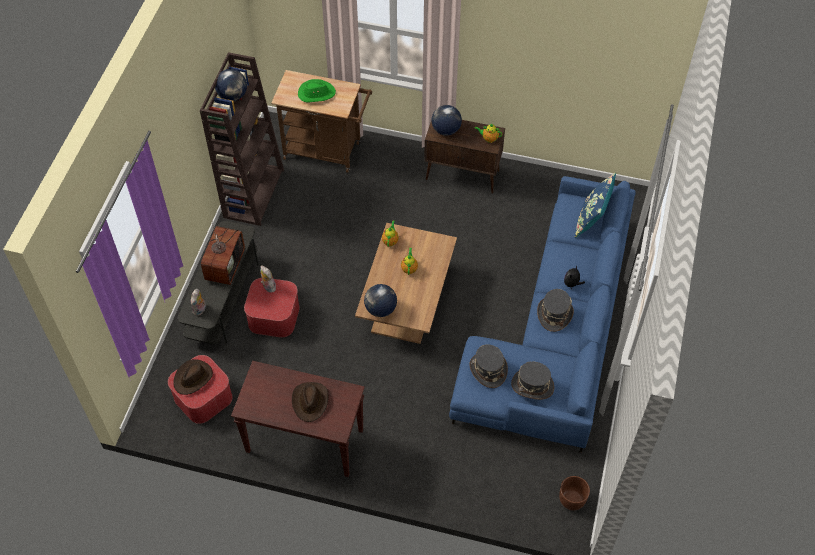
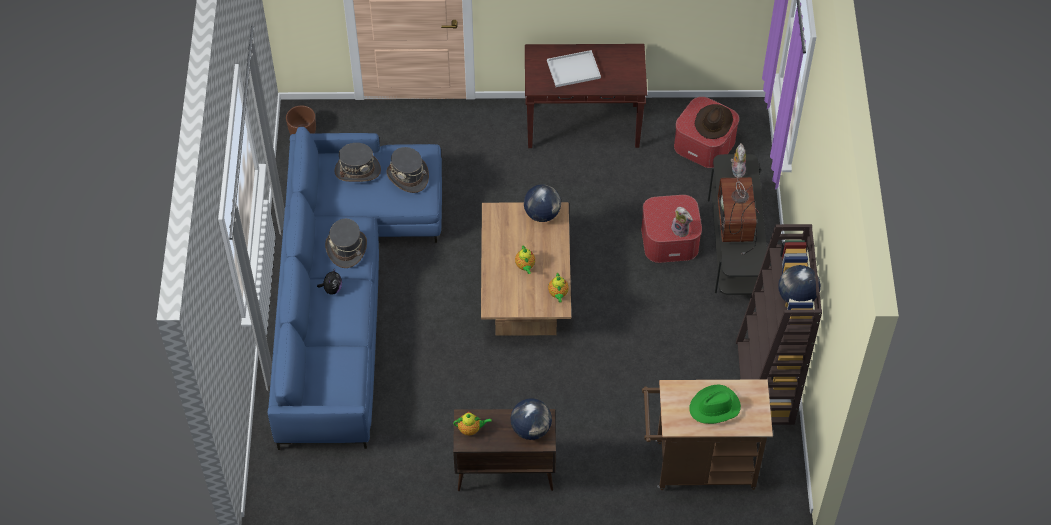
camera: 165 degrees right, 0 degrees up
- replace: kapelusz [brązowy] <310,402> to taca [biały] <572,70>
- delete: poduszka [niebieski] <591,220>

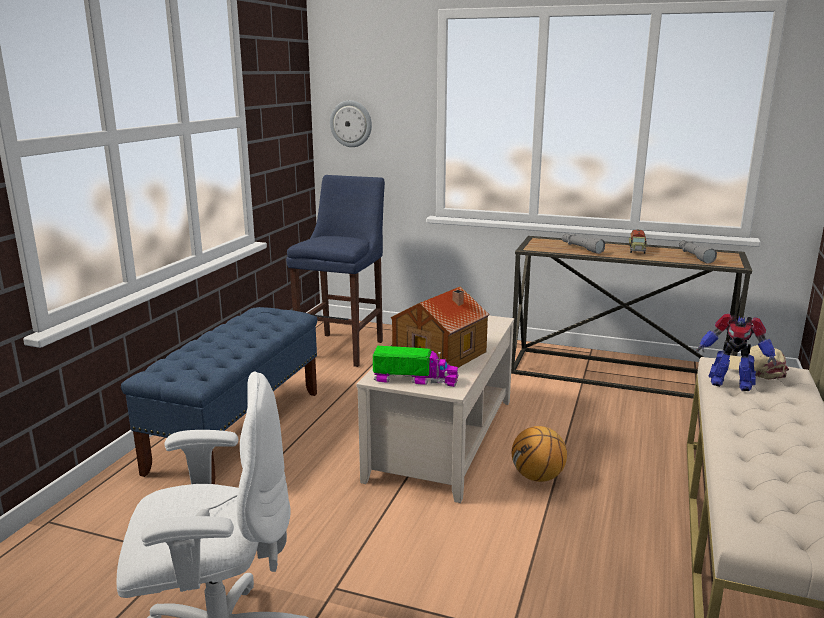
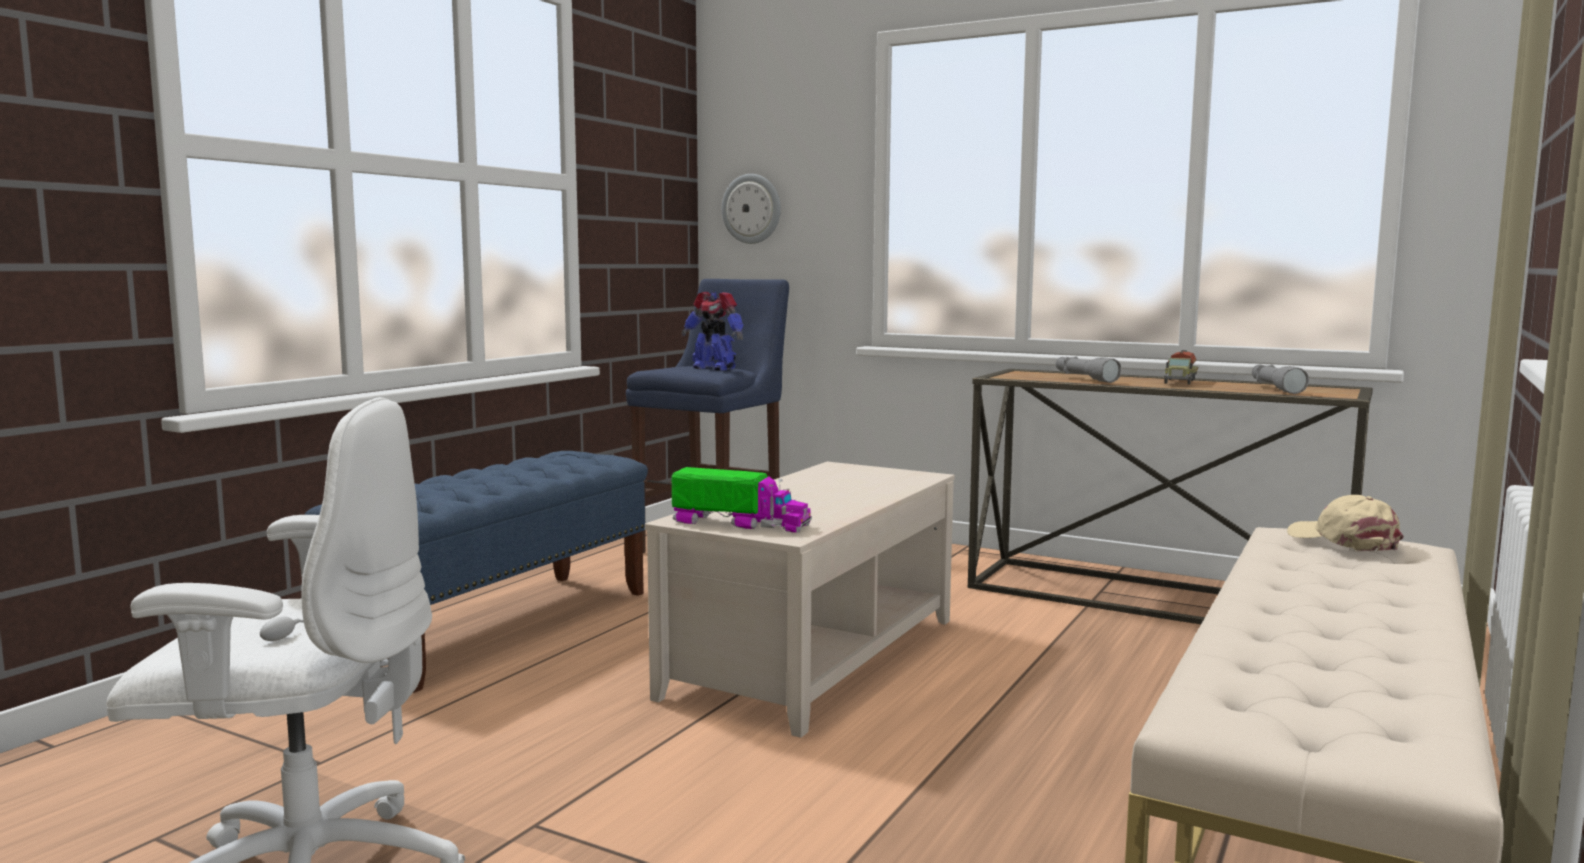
camera: 10 degrees right, 10 degrees down
- move: robot zabawkowy <730,383> to <714,368>
- delete: domek <441,354>
- delete: piłka do koszykówki <537,477>

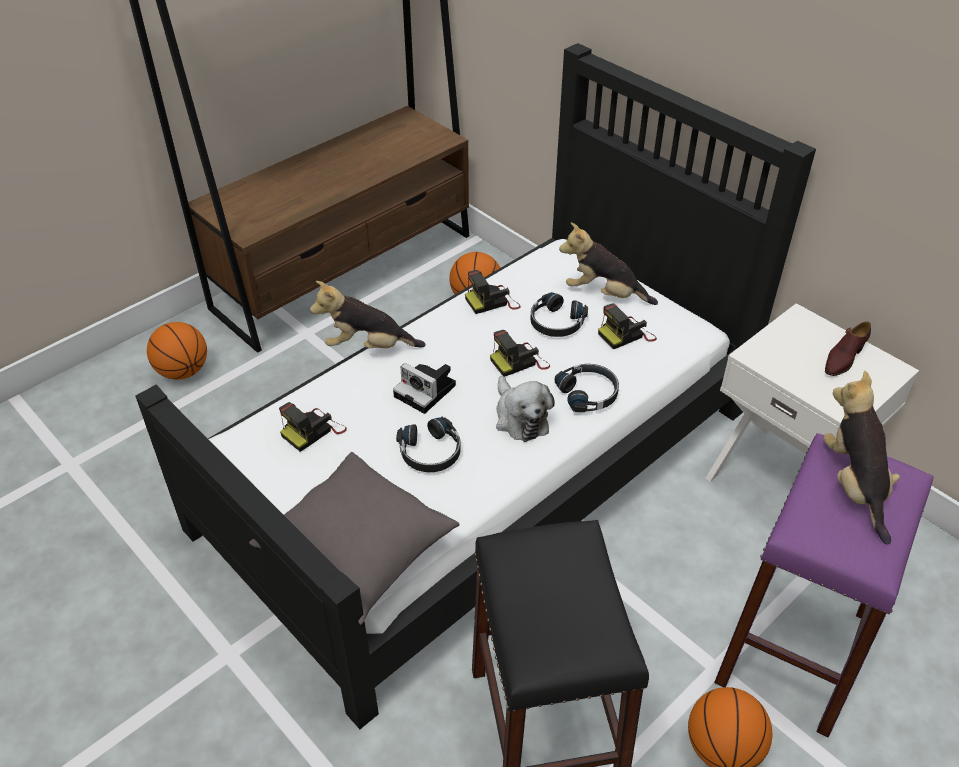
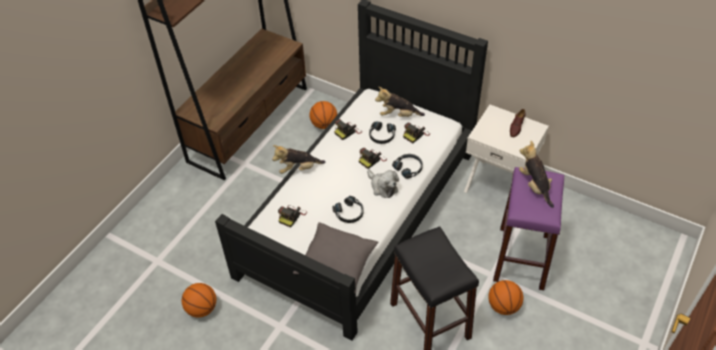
camera: 15 degrees left, 5 degrees up
- move: piłka do koszykówki <183,371> to <202,308>
- delete: aparat fotograficzny <427,391>

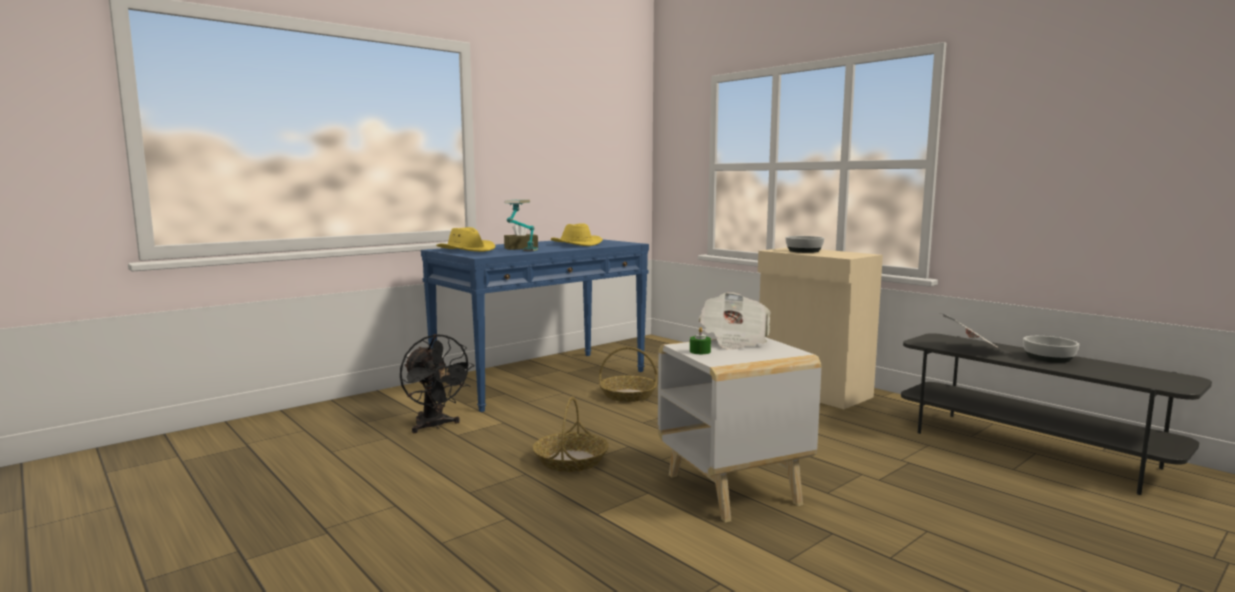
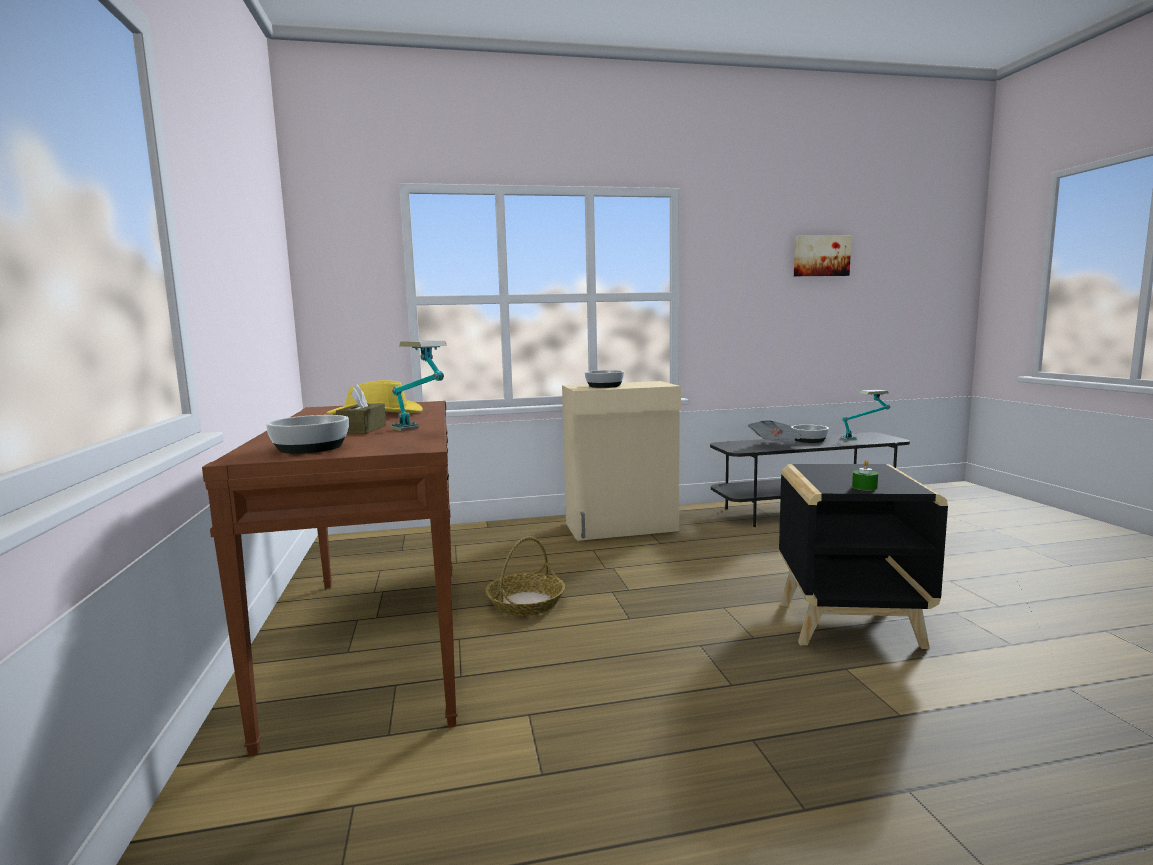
camera: 60 degrees left, 0 degrees up
- recolor: stolik konsolowy [niebieski] <542,379> to stolik konsolowy [brązowy] <376,640>
- replace: kapelusz [żółty] <467,250> to miska <310,447>
- recolor: stolik [biały] <734,490> to stolik [czarny] <851,624>
- insert: obraz <820,256>
- insert: lampa stołowa <864,438>
- delete: wentylator [czarny] <434,426>
- delete: koszyk <570,460>
- delete: gazeta <734,341>

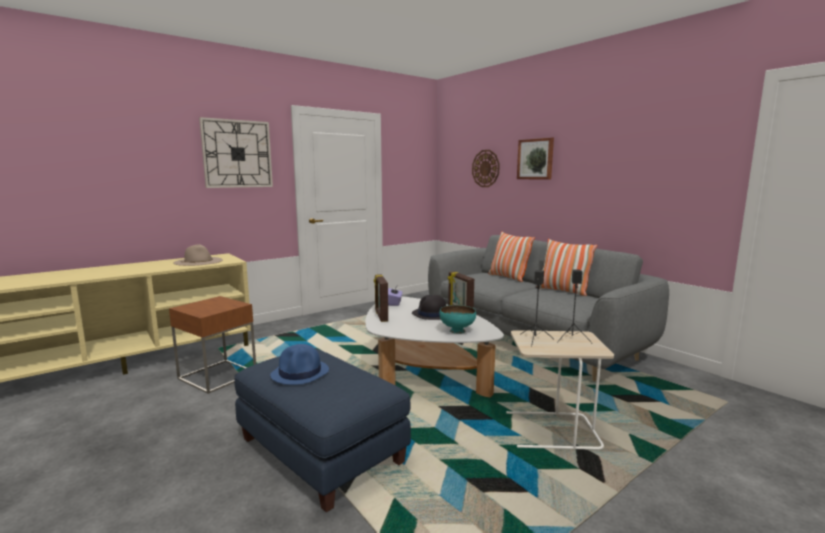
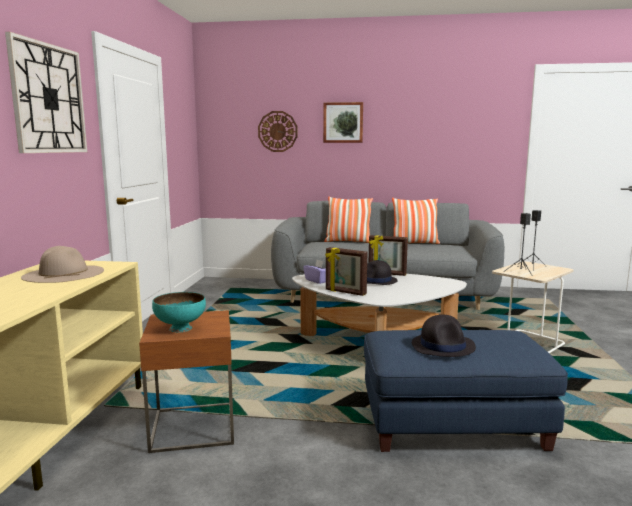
camera: 45 degrees left, 0 degrees up
- move: miska [turkusowy] <457,331> to <180,328>
- recolor: kapelusz [niebieski] <300,373> to kapelusz [czarny] <443,346>

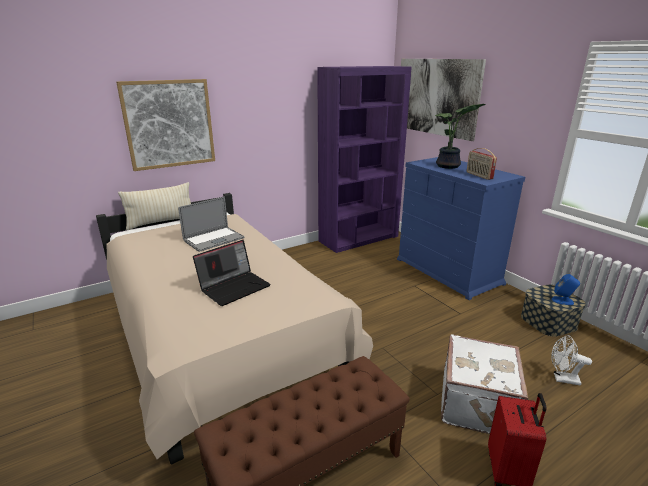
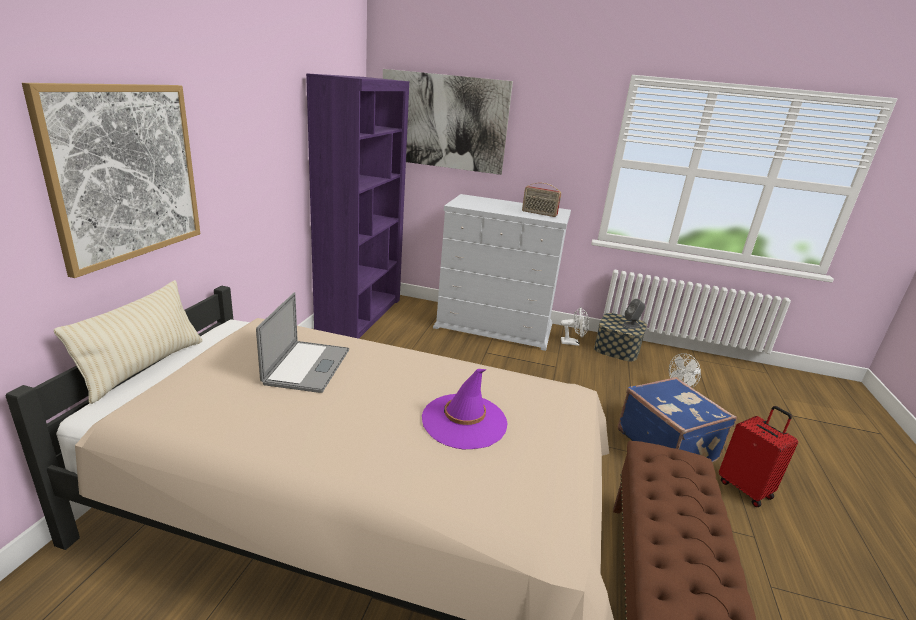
camera: 45 degrees left, 0 degrees up
- replace: laptop <234,287> to kapelusz [fioletowy] <464,421>
- recolor: komoda [niebieski] <448,271> to komoda [biały] <494,326>
- insert: wentylator [biały] <572,343>
- recolor: walizka [biały] <478,404> to walizka [niebieski] <667,444>
- recolor: głośnik [niebieski] <563,301> to głośnik [szary] <631,325>
- delete: roślina doniczkowa <449,166>

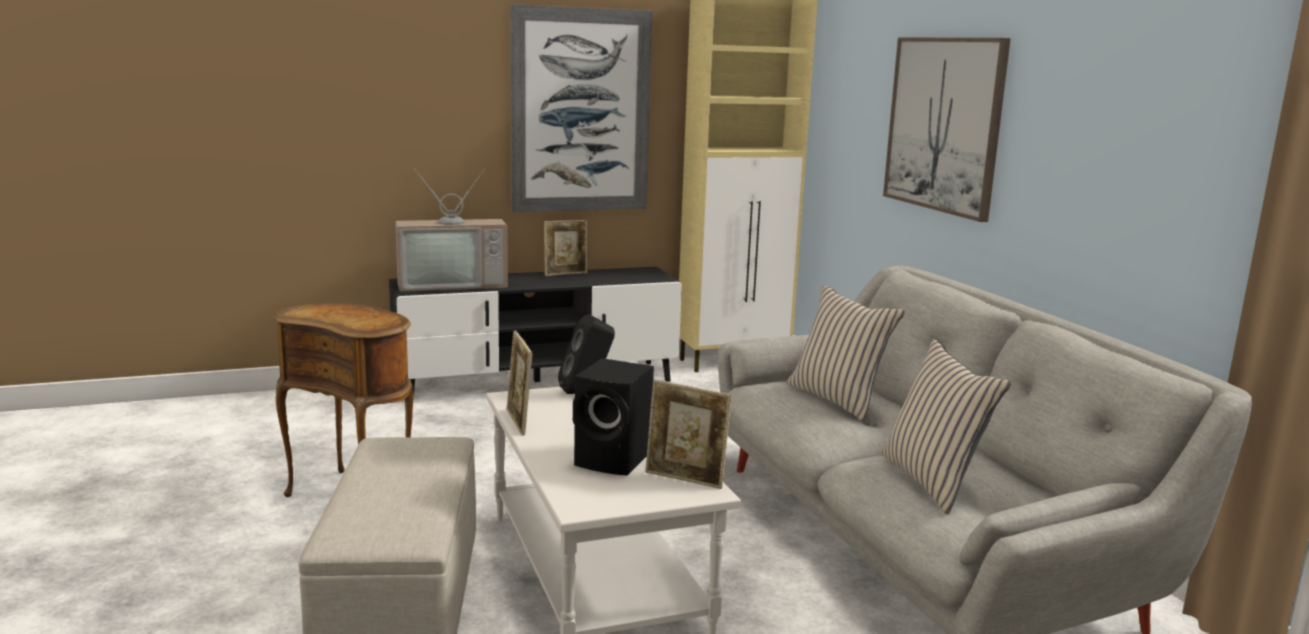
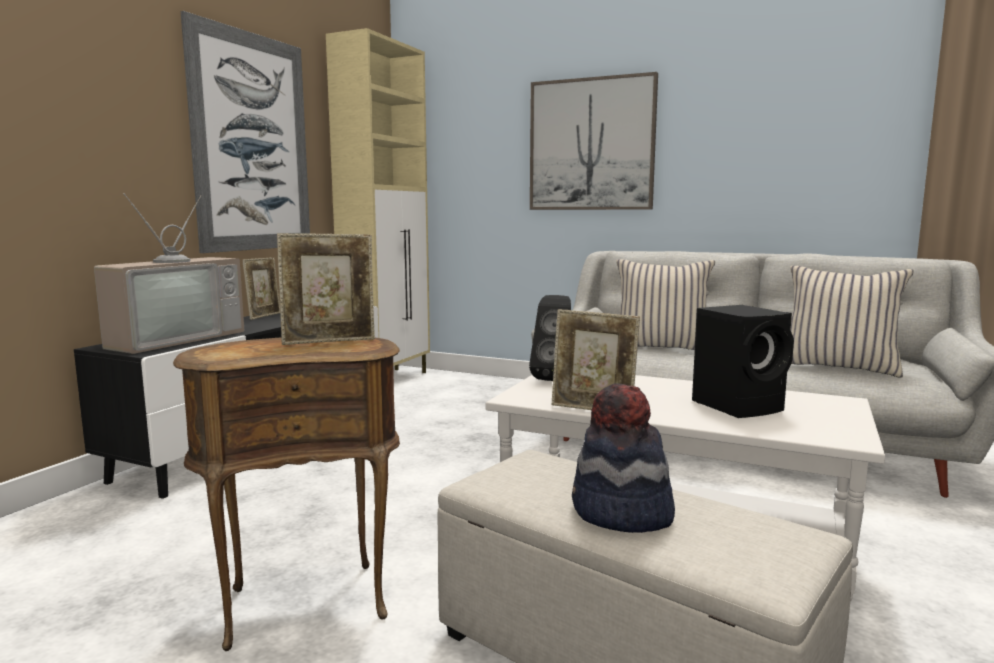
camera: 45 degrees left, 5 degrees down
- move: ramka na zdjęcie <685,479> to <329,341>
- insert: kapelusz <621,513>

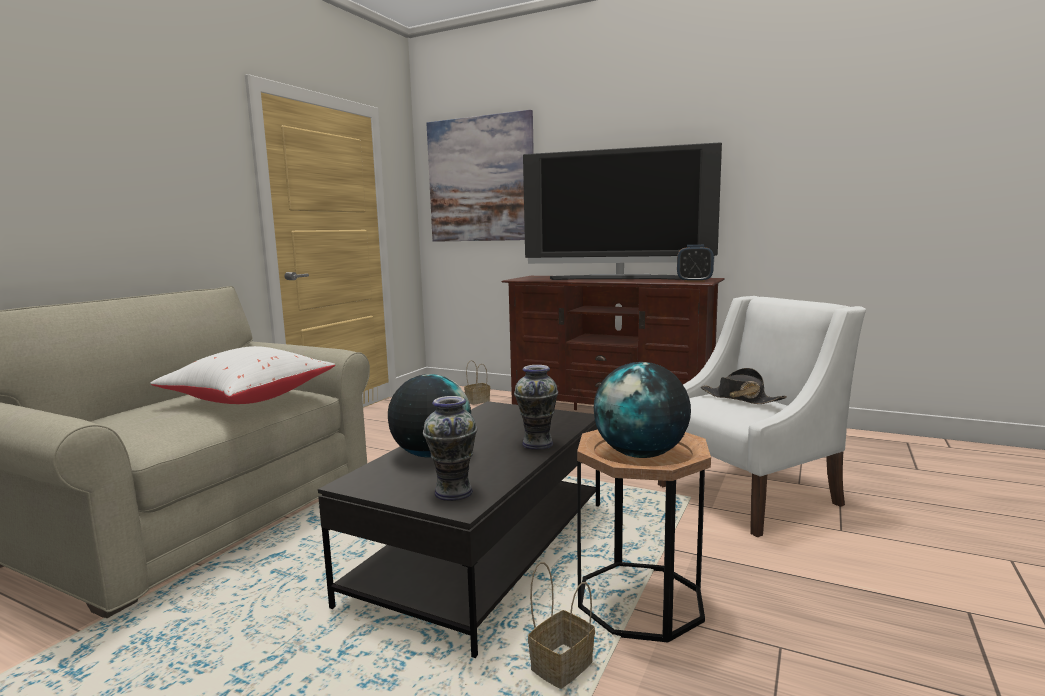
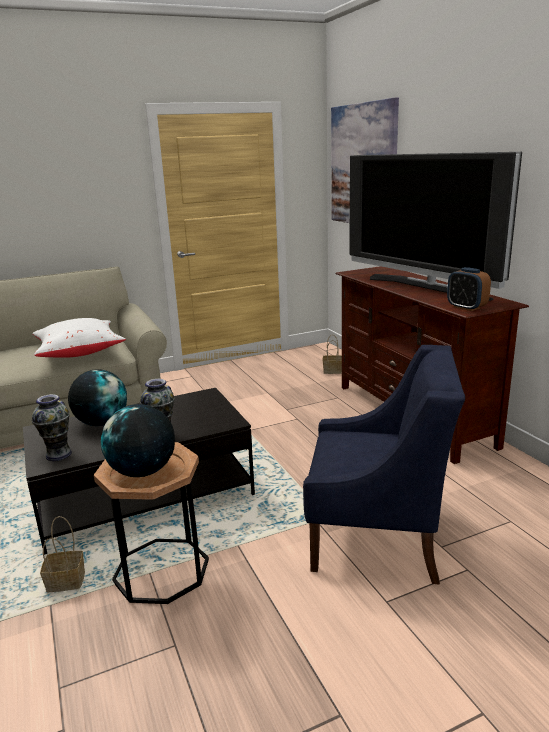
camera: 40 degrees right, 10 degrees up
- recolor: fotel [biały] <749,494> to fotel [niebieski] <377,535>
- delete: kapelusz [czarny] <740,398>

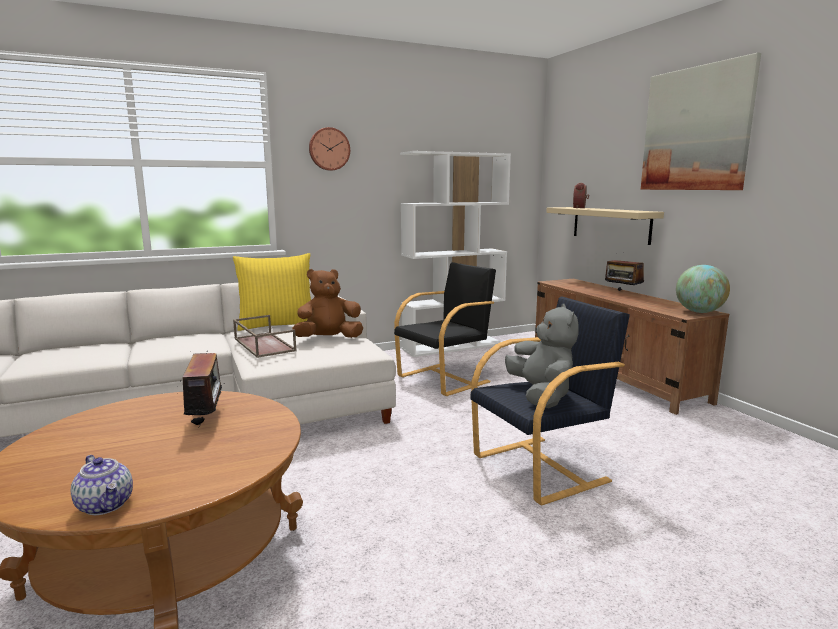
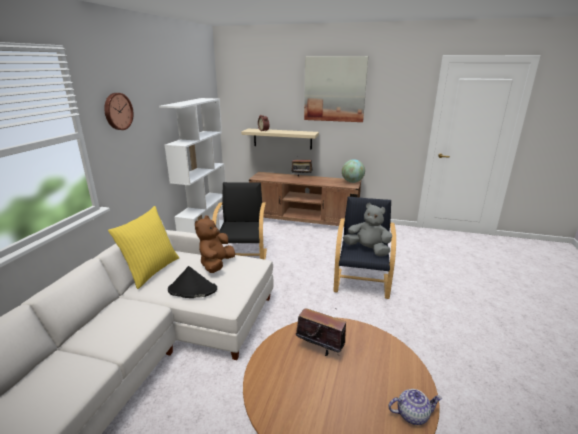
camera: 50 degrees left, 10 degrees up
- replace: taca [brązowy] <263,344> to kapelusz [czarny] <192,289>

